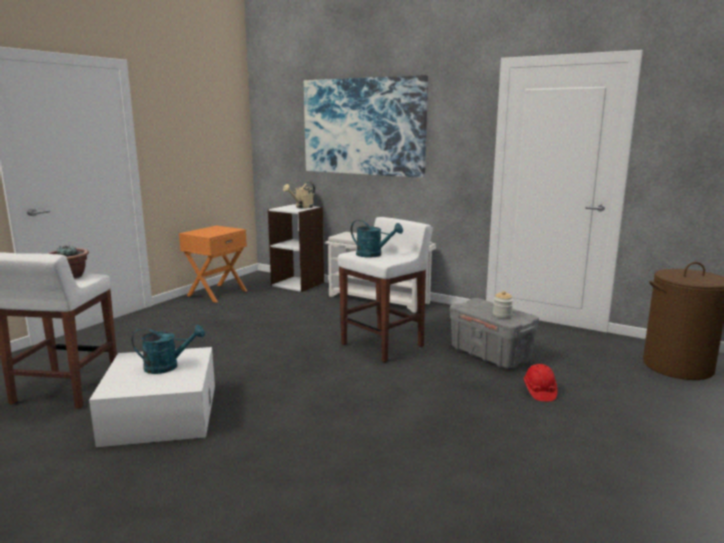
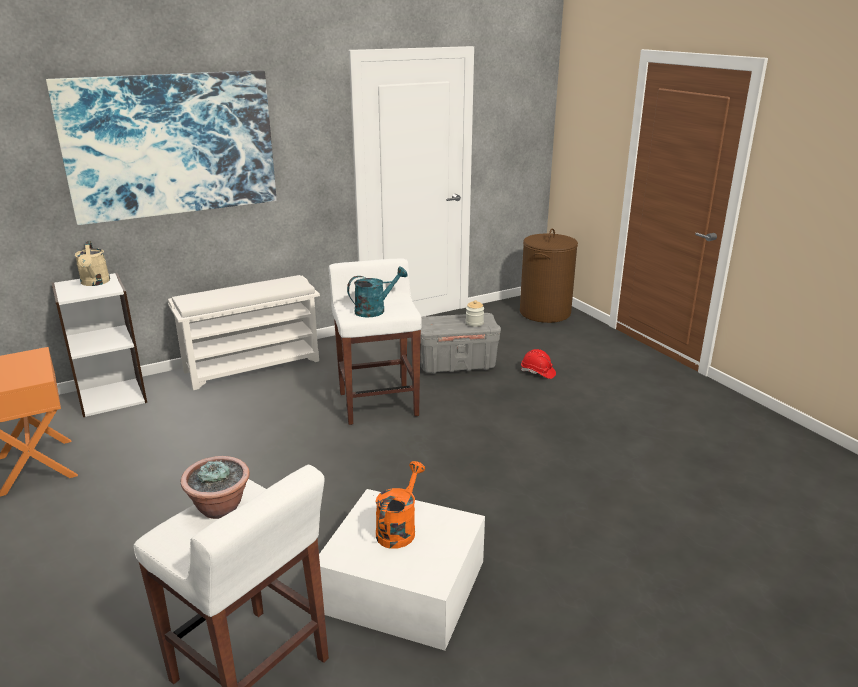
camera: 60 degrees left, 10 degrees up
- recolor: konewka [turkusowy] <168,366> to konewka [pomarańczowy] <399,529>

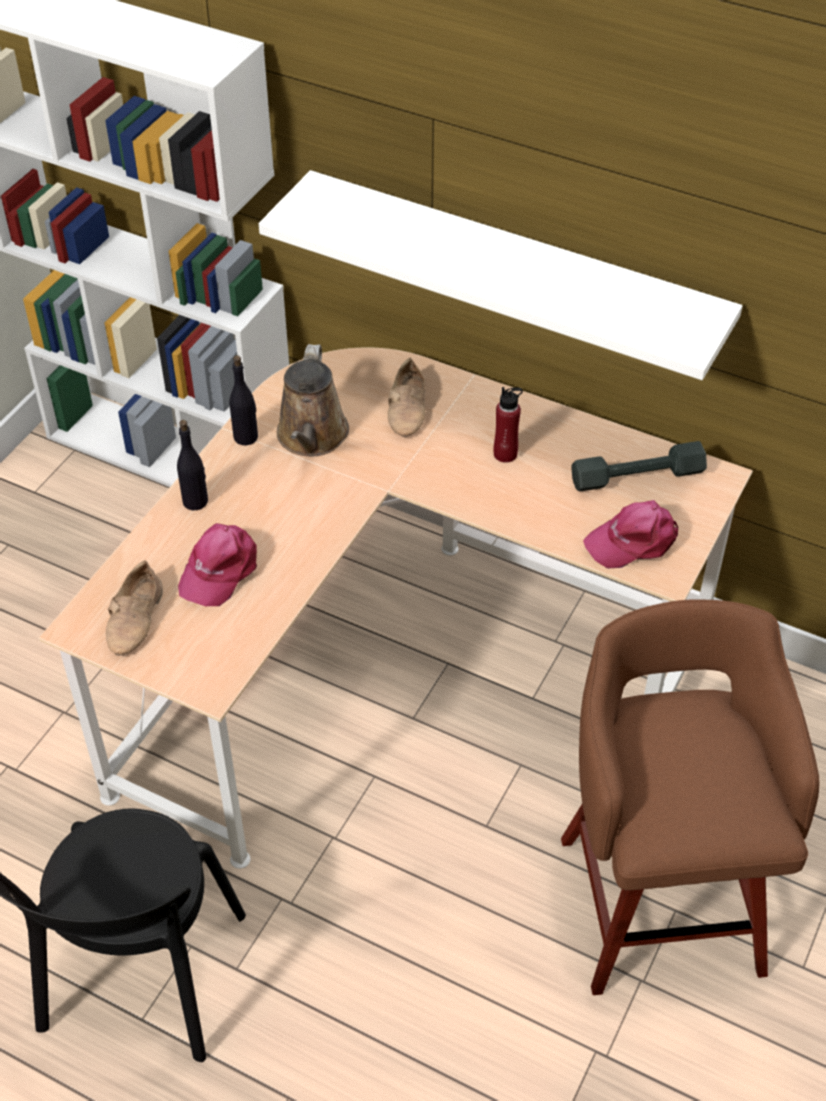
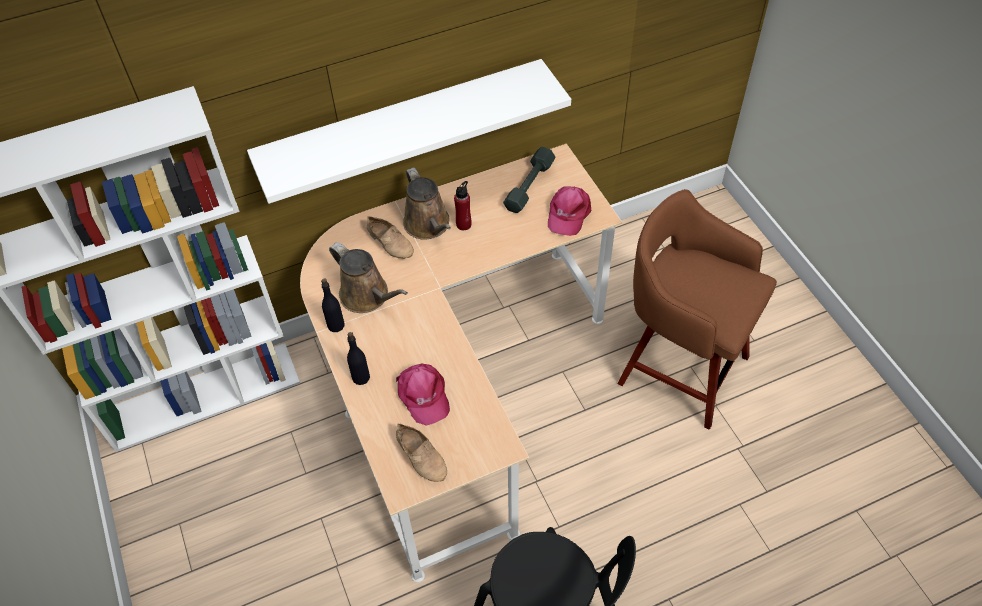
camera: 50 degrees left, 5 degrees up
- insert: konewka [brązowy] <428,225>

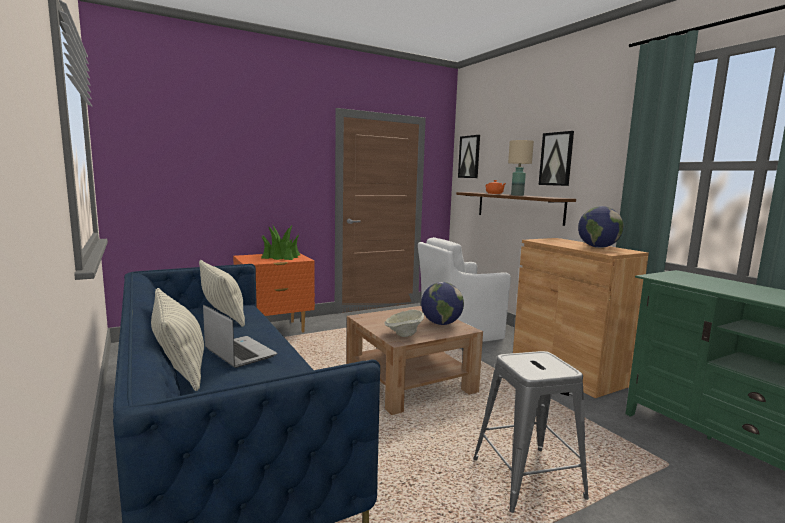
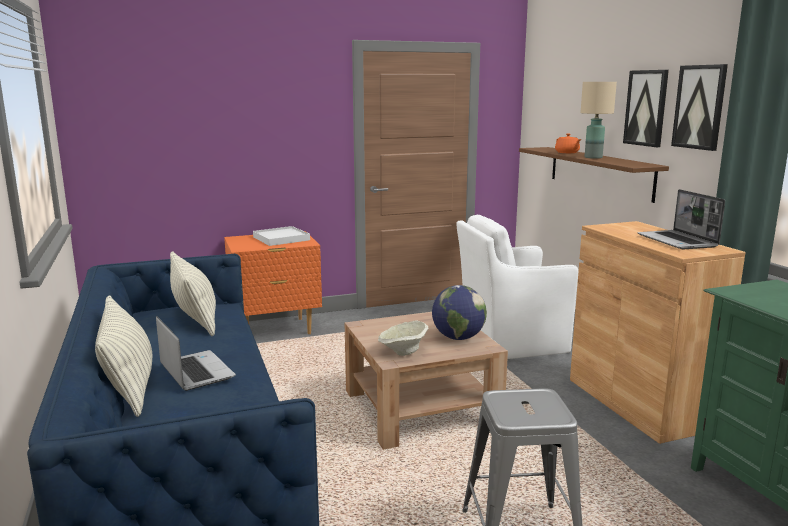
camera: 10 degrees right, 5 degrees up
- replace: roślina doniczkowa <281,256> to taca [biały] <281,238>
- replace: globus <597,247> to laptop <678,241>
- move: obraz <469,157> to <699,107>

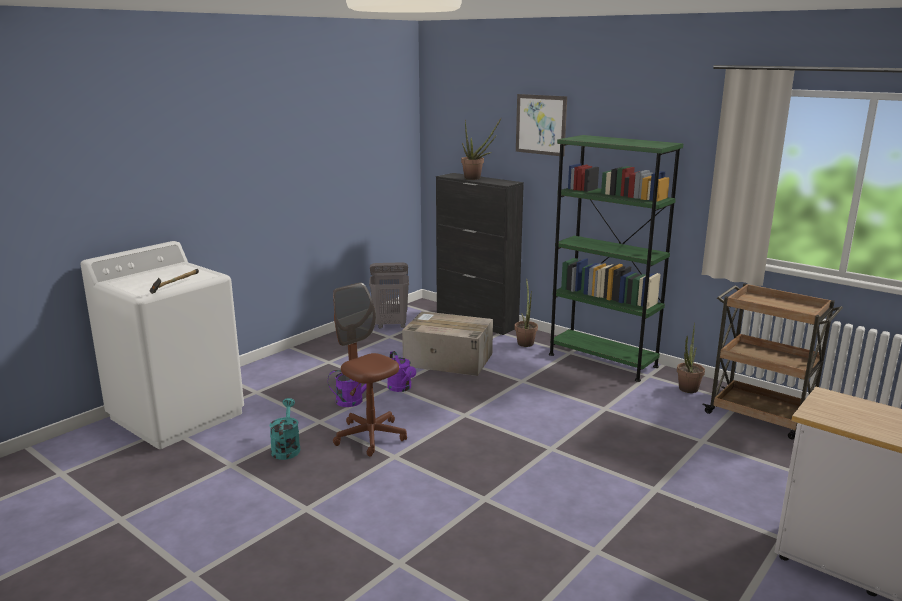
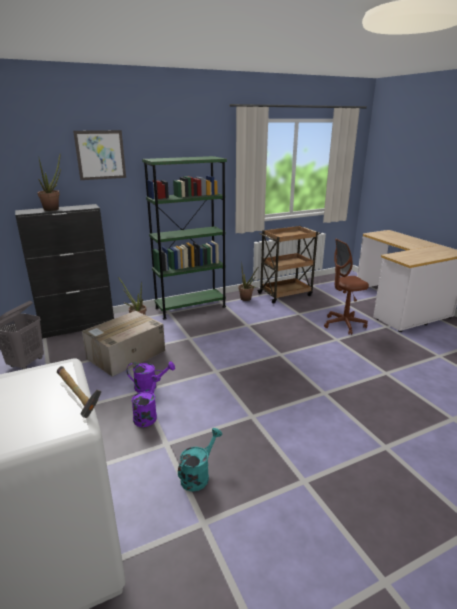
camera: 65 degrees left, 5 degrees up
- rotate: konewka [turkusowy] <286,448> = <198,475> 105 degrees clockwise
- move: krzesło biurowe [brązowy] <370,436> to <344,325>

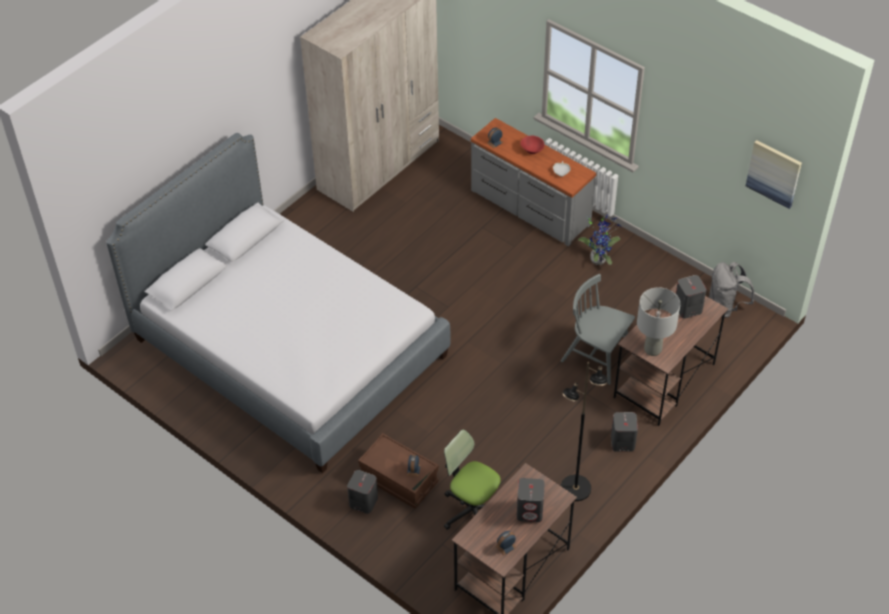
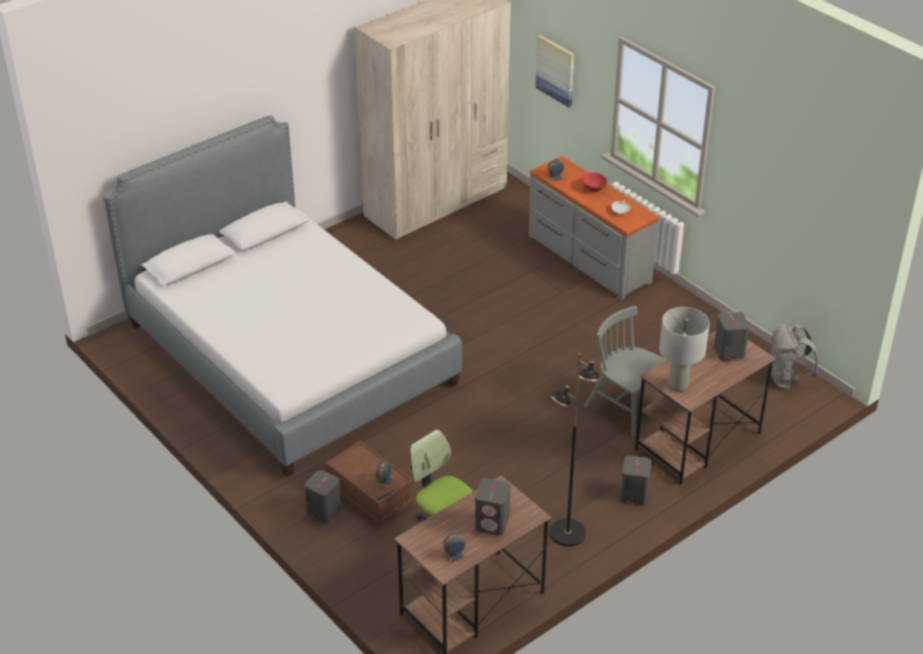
camera: 10 degrees right, 10 degrees down
- move: obraz <774,173> to <556,70>
- delete: roślina doniczkowa <599,258>

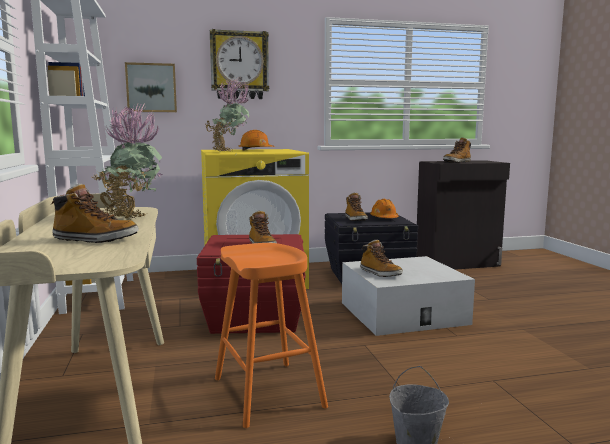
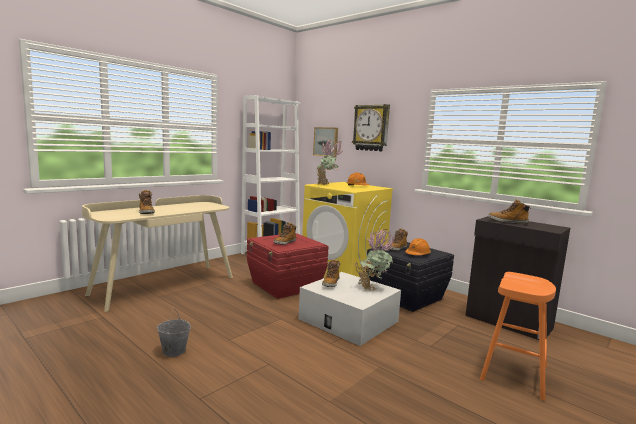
camera: 55 degrees right, 0 degrees up
- move: roślina doniczkowa <131,216> to <372,287>
- move: stołek [pomarańczowy] <268,392> to <514,373>

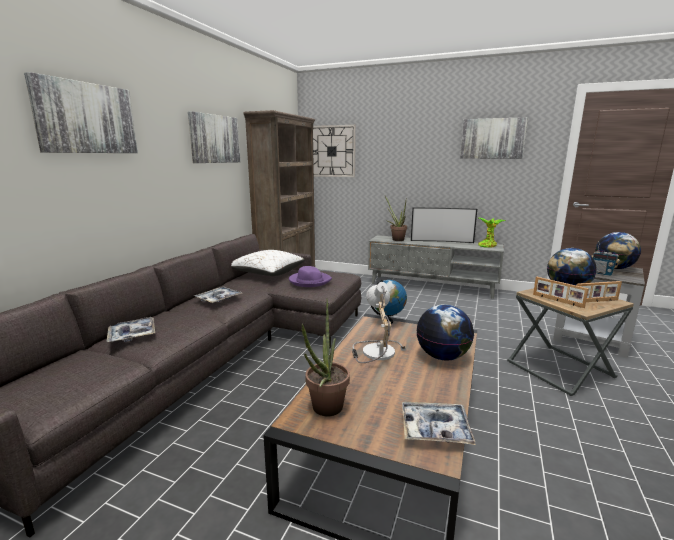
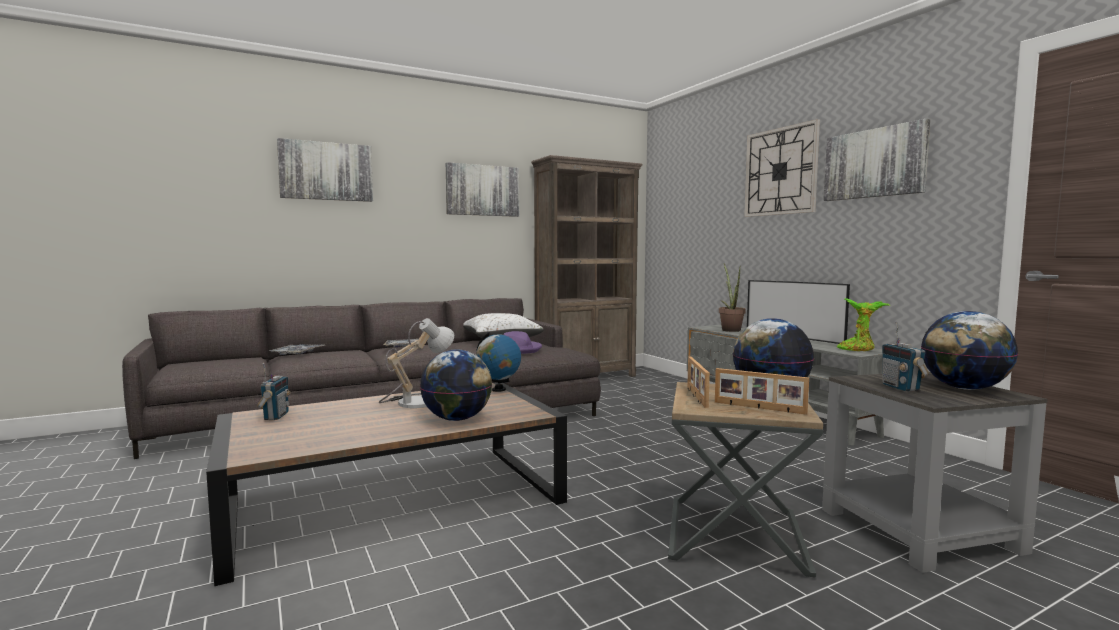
camera: 40 degrees right, 10 degrees down
- replace: roślina doniczkowa <324,411> to radio <275,416>
- move: zegar ścienny <332,151> to <780,171>
- delete: taca <435,429>

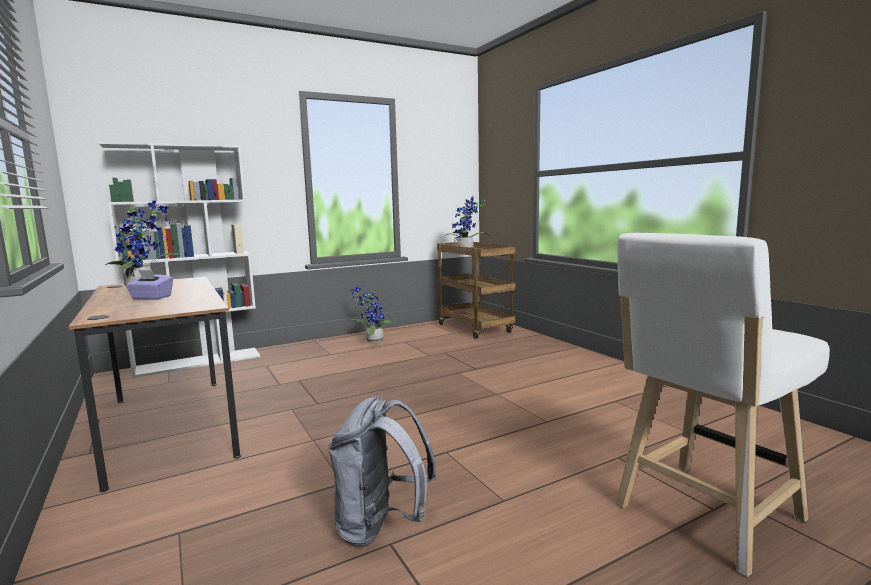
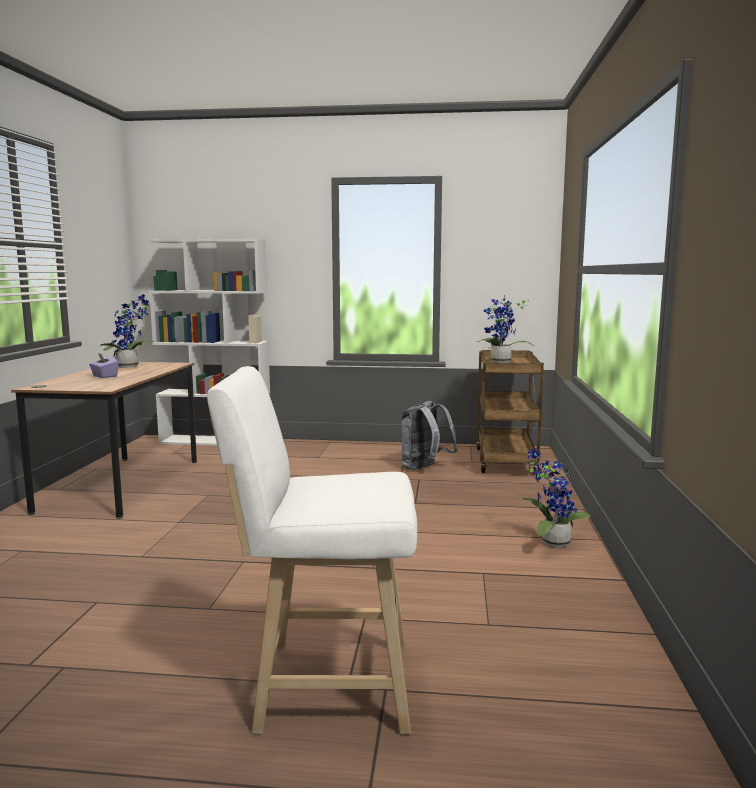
camera: 35 degrees right, 0 degrees up
- move: plecak [szary] <381,527> to <425,468>
- move: roślina doniczkowa <372,341> to <551,542>

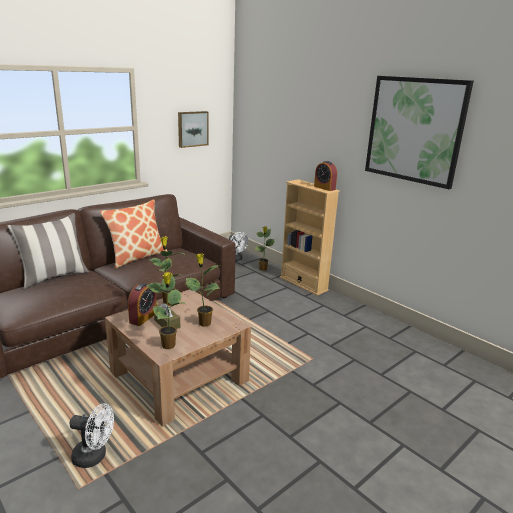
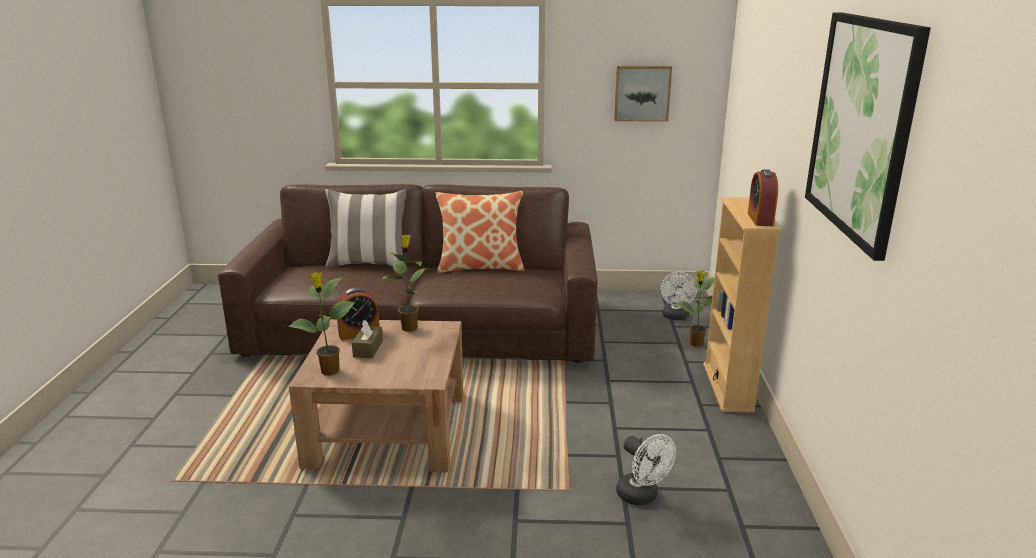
camera: 45 degrees right, 0 degrees up
- move: wentylator [biały] <94,456> to <642,497>
- delete: roślina doniczkowa <204,323>

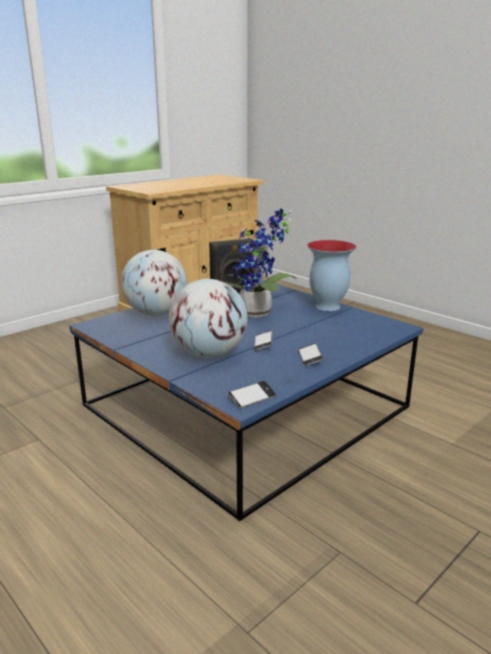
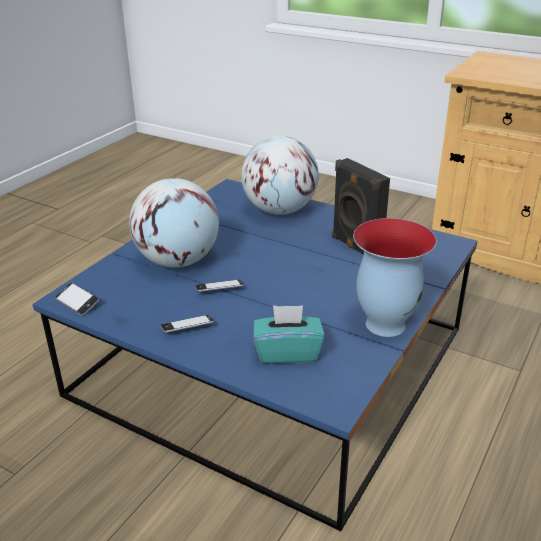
camera: 75 degrees right, 10 degrees up
- insert: pudełko chusteczek [turkusowy] <287,352>
- delete: roślina doniczkowa <258,314>

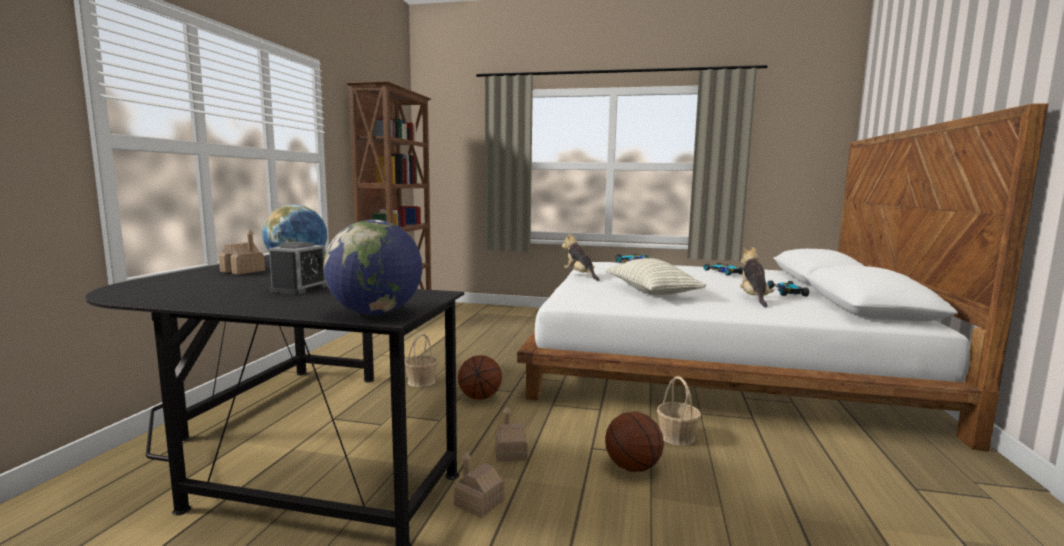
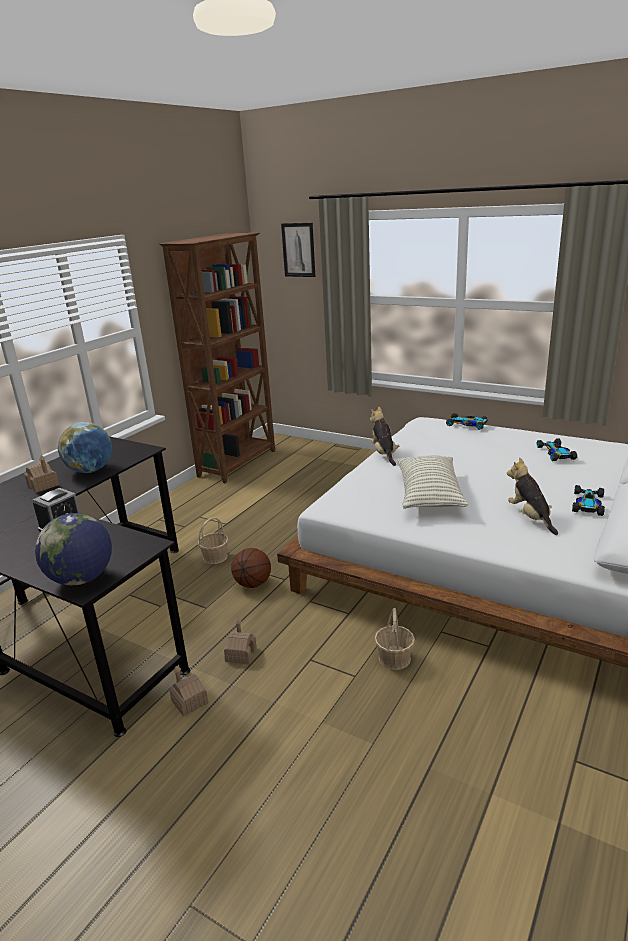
camera: 20 degrees right, 15 degrees up
- insert: obraz <298,250>
- rotate: pluszak <753,299> = <530,517> 45 degrees counterclockwise
- delete: piłka do koszykówki <633,467>

